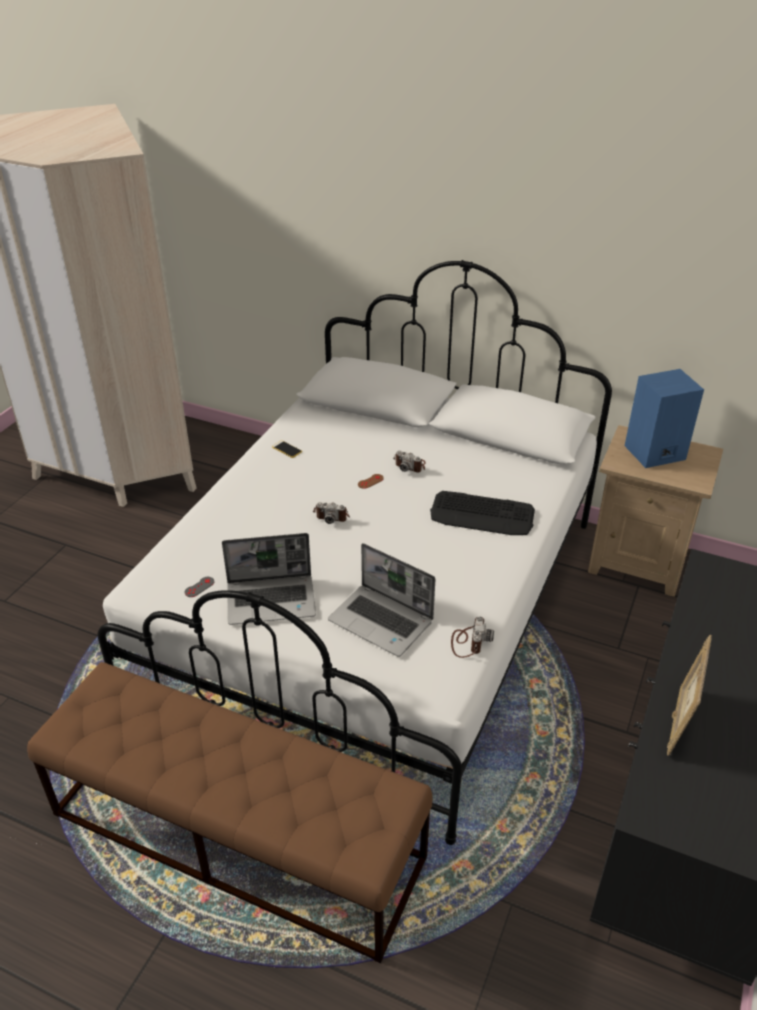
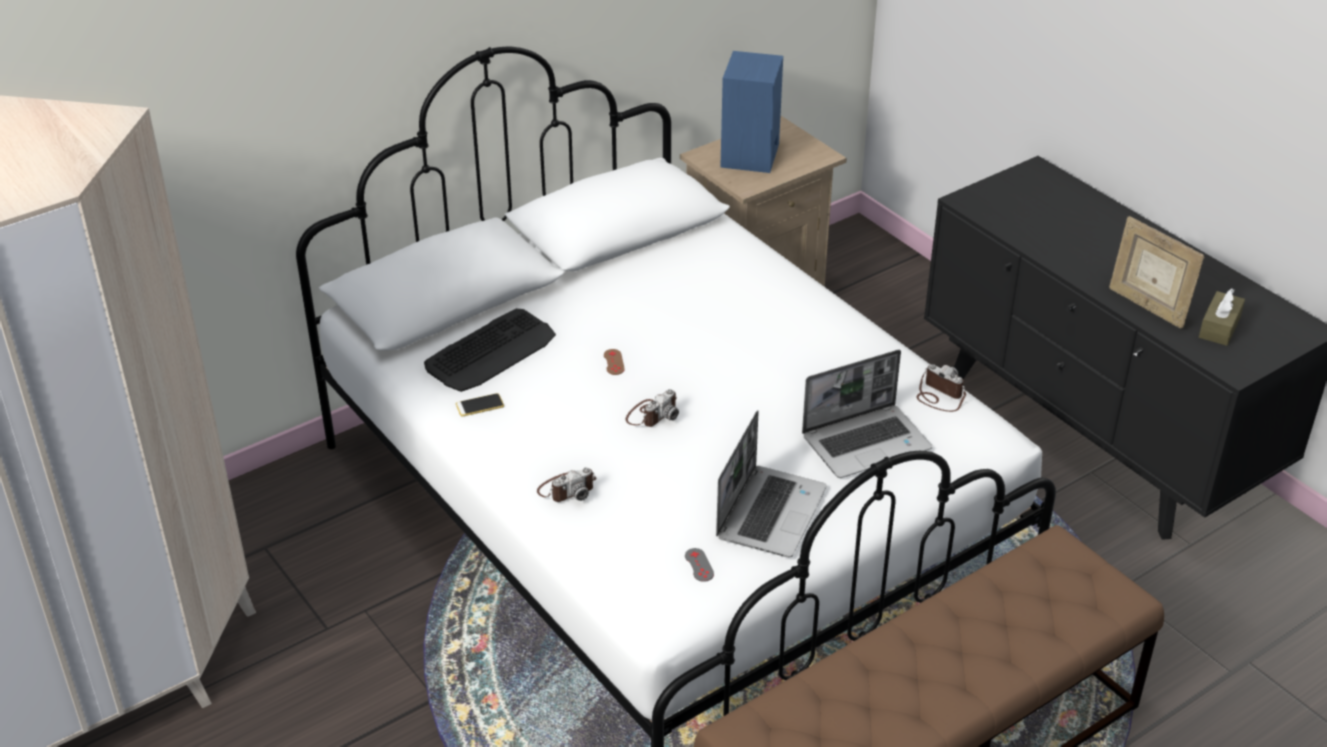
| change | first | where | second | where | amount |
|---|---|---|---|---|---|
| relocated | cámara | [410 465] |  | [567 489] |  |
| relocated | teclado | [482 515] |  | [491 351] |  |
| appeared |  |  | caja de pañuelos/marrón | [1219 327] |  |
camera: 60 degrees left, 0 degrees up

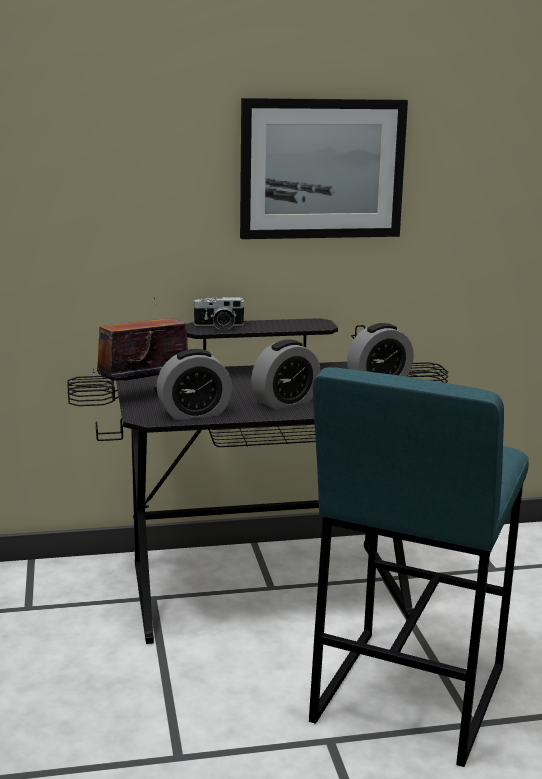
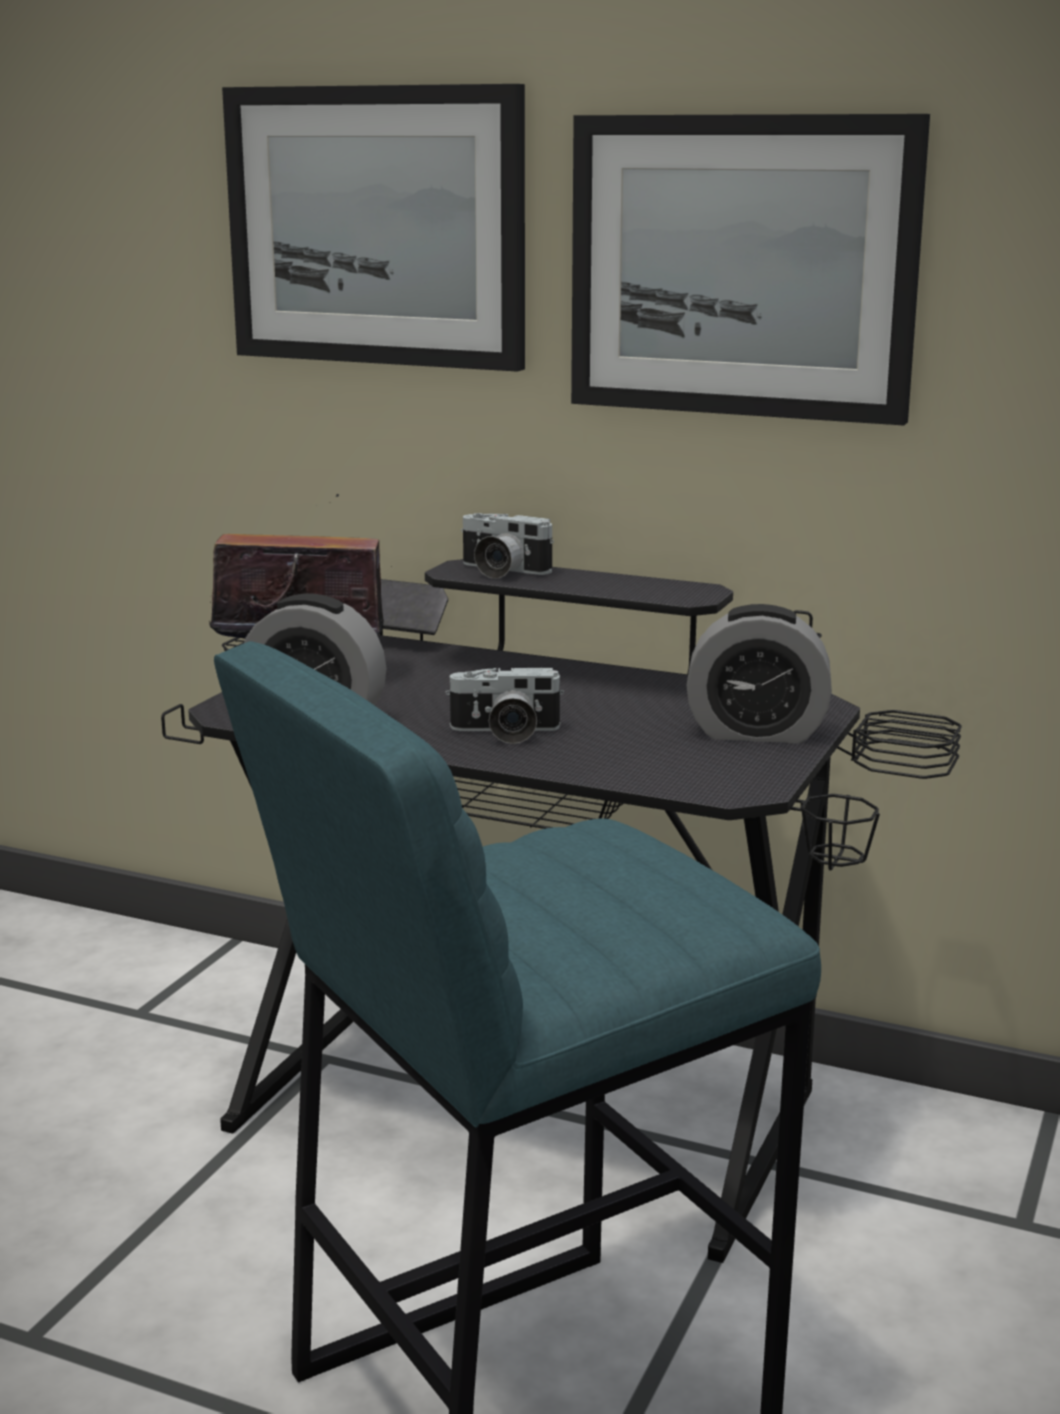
| change | first | where | second | where | amount |
|---|---|---|---|---|---|
| exchanged | despertador | [285 402] | cámara | [504 733] |  |
| appeared |  |  | cuadro | [376 226] |  |
camera: 35 degrees right, 0 degrees up

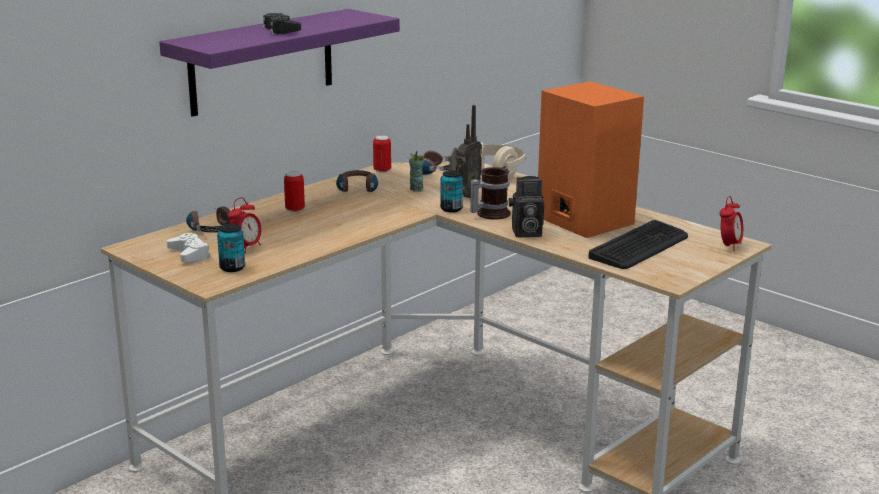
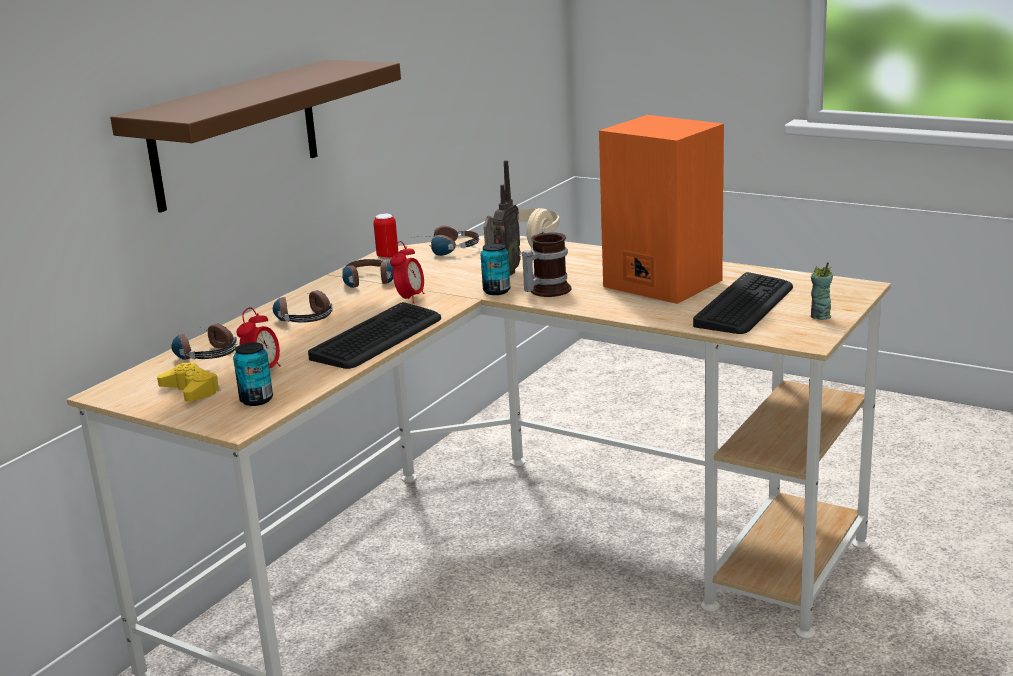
| change | first | where | second | where | amount |
|---|---|---|---|---|---|
| colour | estante/morado | [262 61] | estante/marrón | [235 134] |  |
| colour | mando de consola/blanco | [189 254] | mando de consola/amarillo | [191 390] |  |
| missing | mando de consola/negro | [281 30] |  |  |  |
| exchanged | lata | [295 209] | auriculares | [302 317] |  |
| relocated | taza | [416 189] |  | [820 316] |  |
| missing | cámara | [525 233] |  |  |  |
| relocated | despertador | [729 246] |  | [410 298] |  |
| appeared |  |  | teclado | [378 338] |  |
camera: 10 degrees left, 0 degrees up

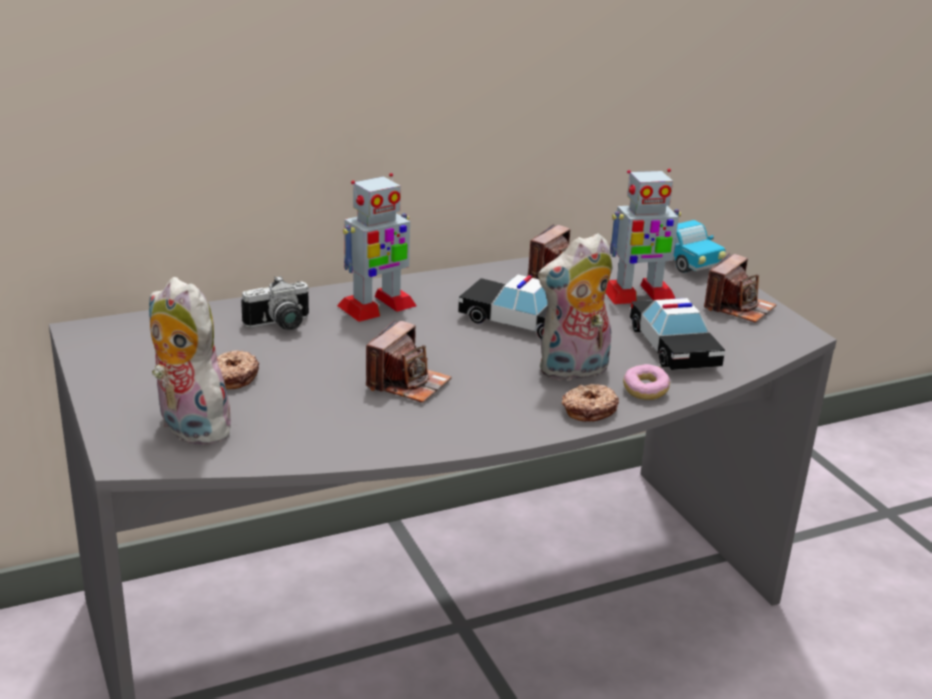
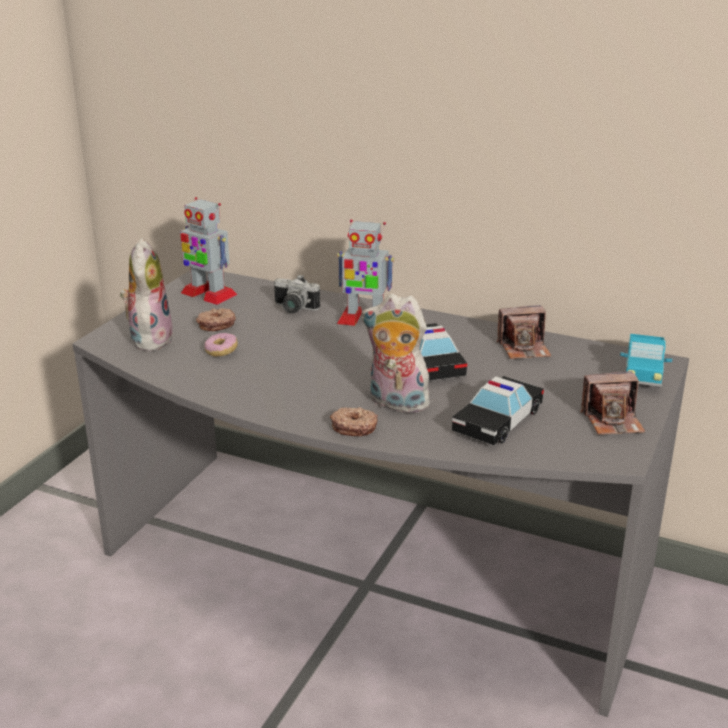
| change | first | where | second | where | amount |
|---|---|---|---|---|---|
| missing | cámara | [407 383] |  |  |  |
| relocated | robot de juguete | [637 294] |  | [208 294] |  |
| relocated | rosquilla | [645 391] |  | [221 351] |  |
camera: 50 degrees right, 0 degrees up

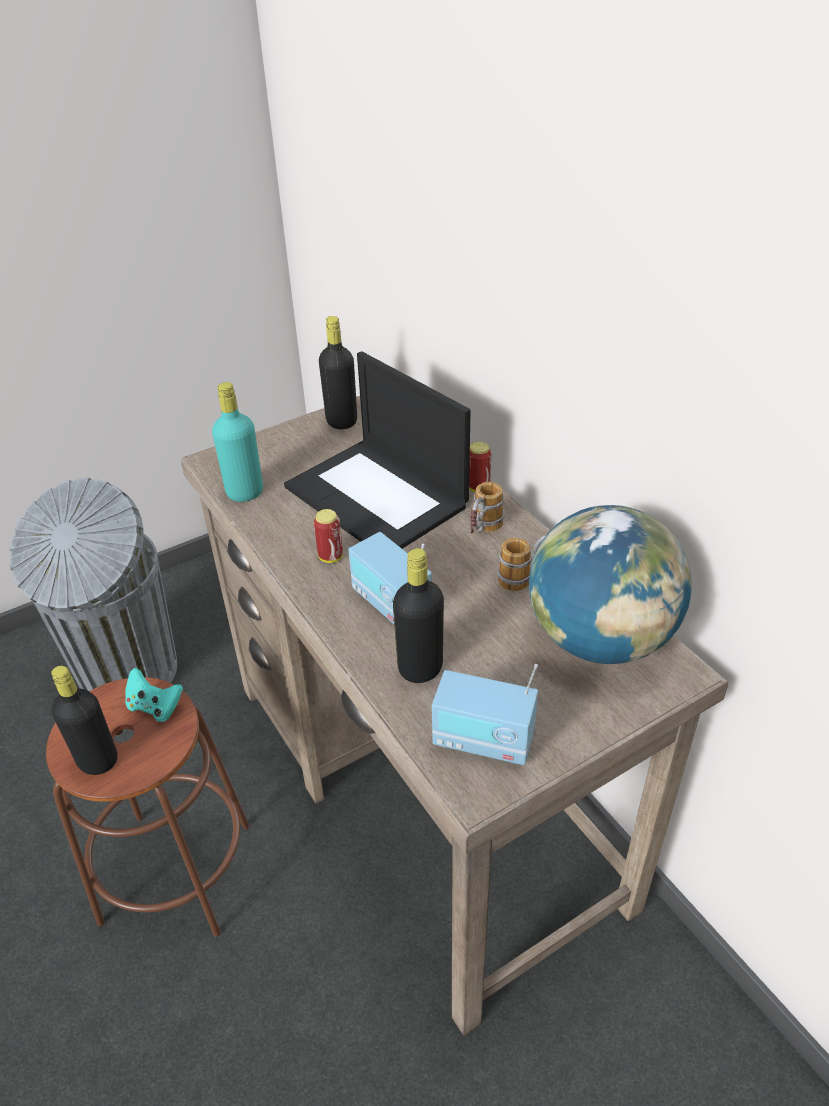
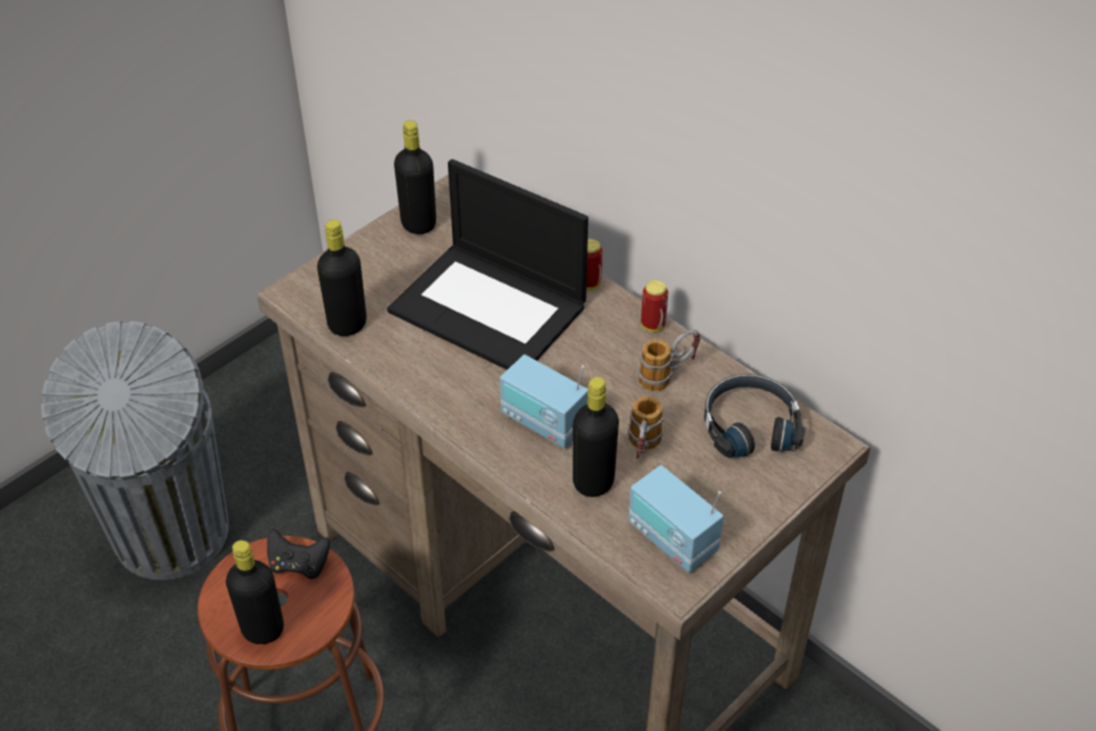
| change | first | where | second | where | amount |
|---|---|---|---|---|---|
| colour | mando de consola/turquesa | [155 707] | mando de consola/negro | [299 565] |  |
| colour | botella/turquesa | [245 492] | botella/negro | [347 324] |  |
| relocated | lata | [330 557] |  | [653 325] |  |
| spun | radio | [483 741] |  | [671 539] | 45 degrees clockwise |
| relocated | taza grande | [482 531] |  | [643 449] |  |
| exchanged | globo terráqueo | [600 638] | auriculares/negro | [749 425] |  |
camera: 15 degrees left, 5 degrees up

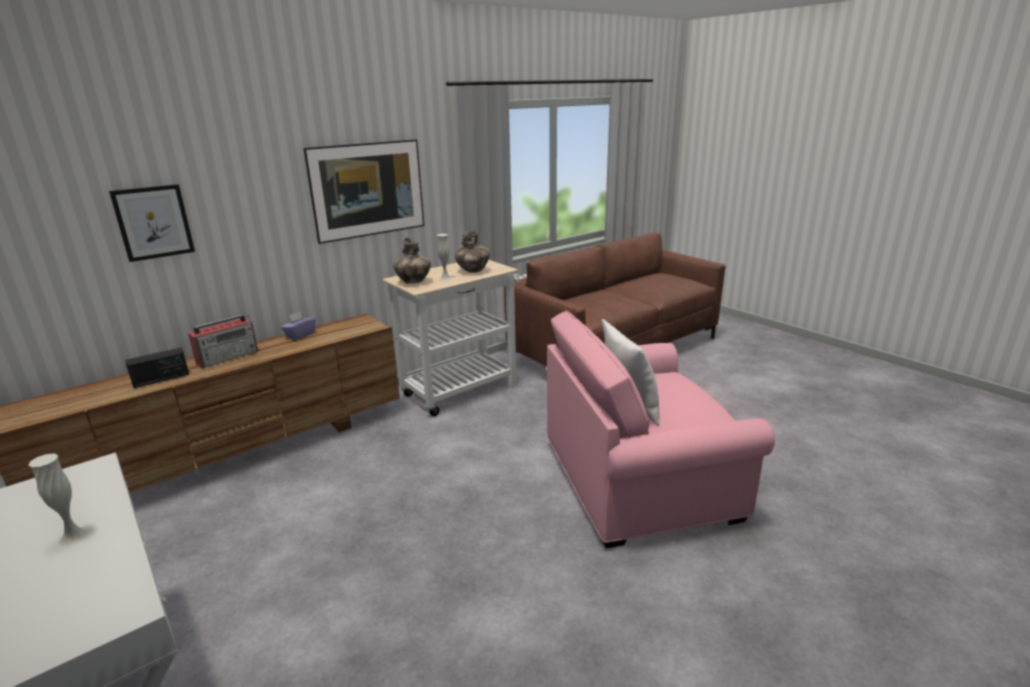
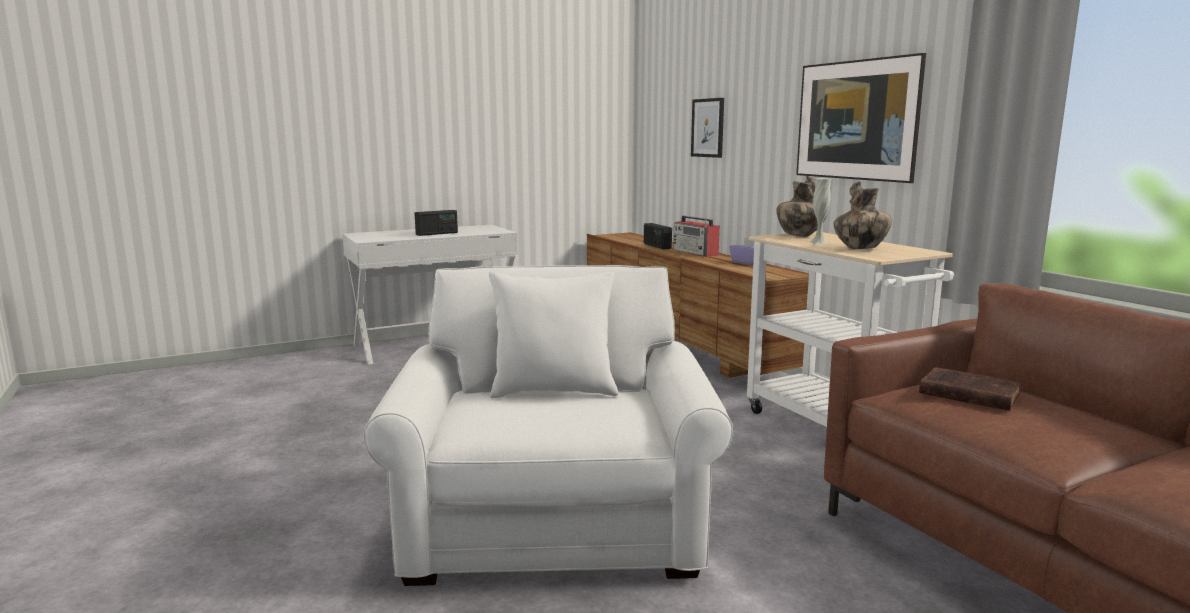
| change | first | where | second | where | amount |
|---|---|---|---|---|---|
| exchanged | florero/blanco | [74 536] | radio | [437 233] |  |
| colour | sillón/rosa | [639 478] | sillón/blanco | [555 523] |  |
| appeared |  |  | libro/marrón | [966 394] |  |
camera: 100 degrees right, 10 degrees down

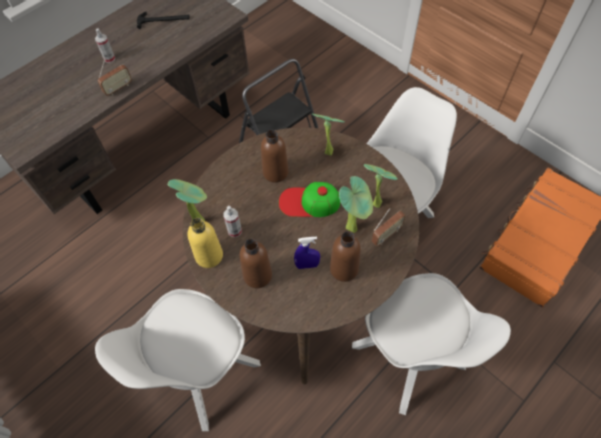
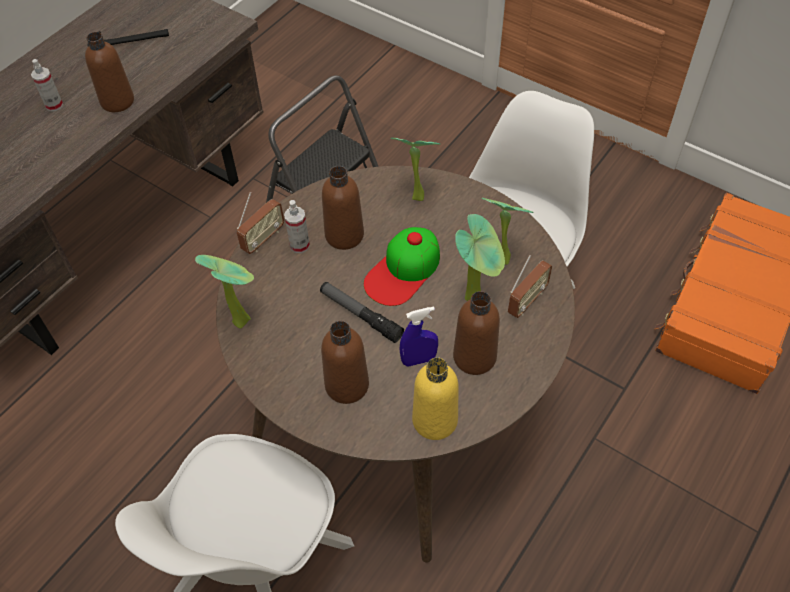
| change | first | where | second | where | amount |
|---|---|---|---|---|---|
| relocated | radio | [118 88] |  | [263 239] |  |
| relocated | botella/amarillo | [209 256] |  | [435 420] |  |
| relocated | pulverizador | [234 231] |  | [299 245] |  |
| spun | gorra | [309 202] |  | [403 270] | 45 degrees counterclockwise |
| missing | silla/blanco | [409 358] |  |  |  |
| appeared |  |  | botella/marrón | [117 101] |  |
| appeared |  |  | linterna | [360 315] |  |
camera: 10 degrees left, 5 degrees down

